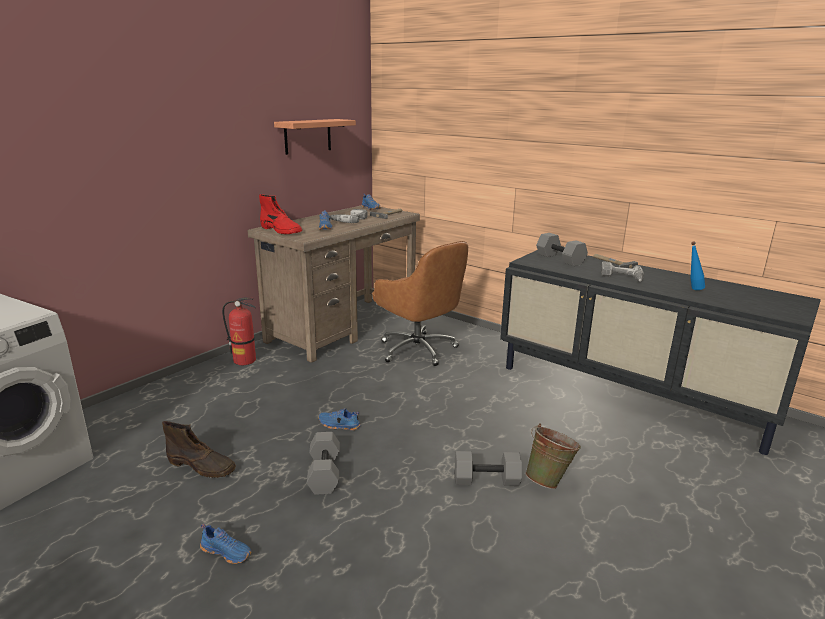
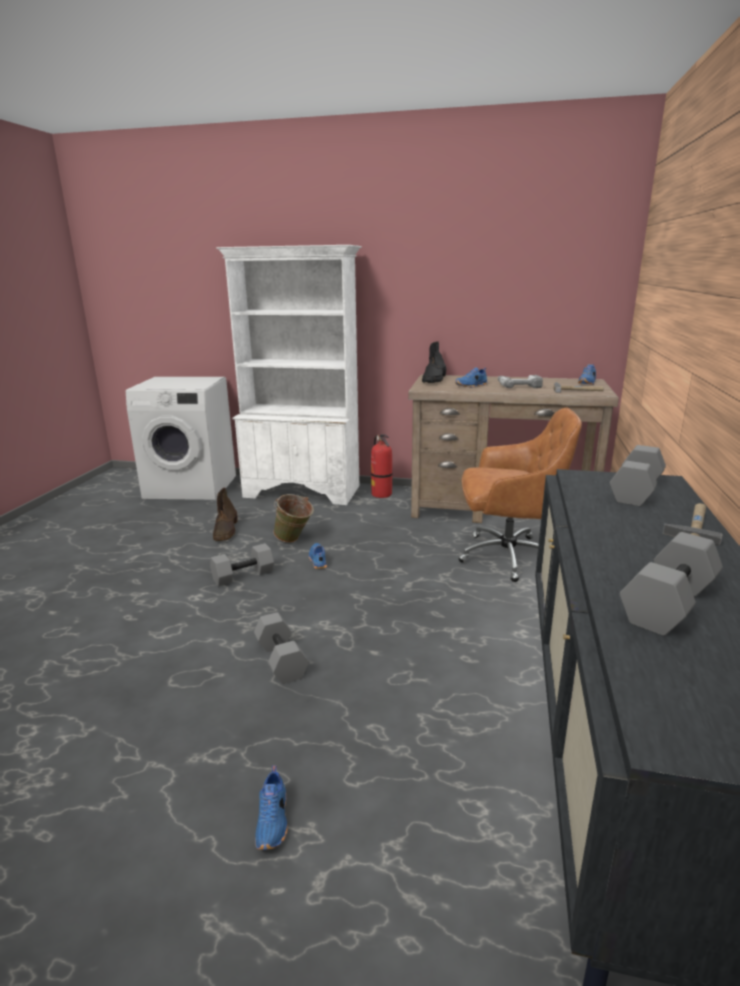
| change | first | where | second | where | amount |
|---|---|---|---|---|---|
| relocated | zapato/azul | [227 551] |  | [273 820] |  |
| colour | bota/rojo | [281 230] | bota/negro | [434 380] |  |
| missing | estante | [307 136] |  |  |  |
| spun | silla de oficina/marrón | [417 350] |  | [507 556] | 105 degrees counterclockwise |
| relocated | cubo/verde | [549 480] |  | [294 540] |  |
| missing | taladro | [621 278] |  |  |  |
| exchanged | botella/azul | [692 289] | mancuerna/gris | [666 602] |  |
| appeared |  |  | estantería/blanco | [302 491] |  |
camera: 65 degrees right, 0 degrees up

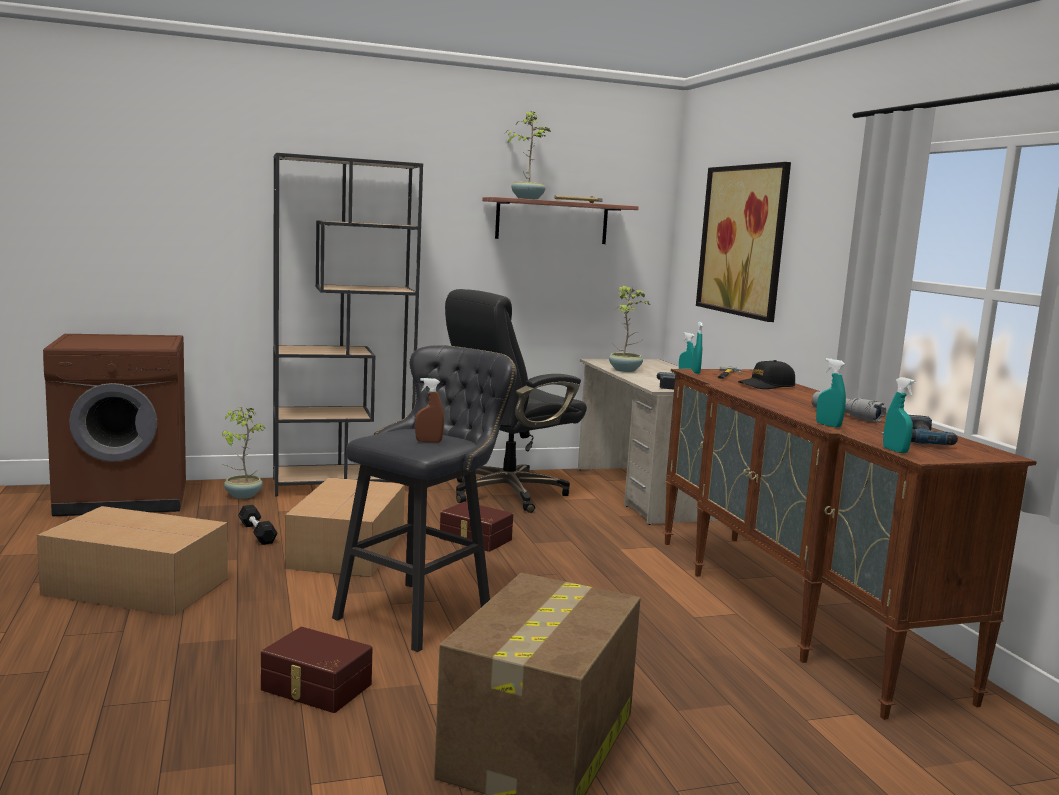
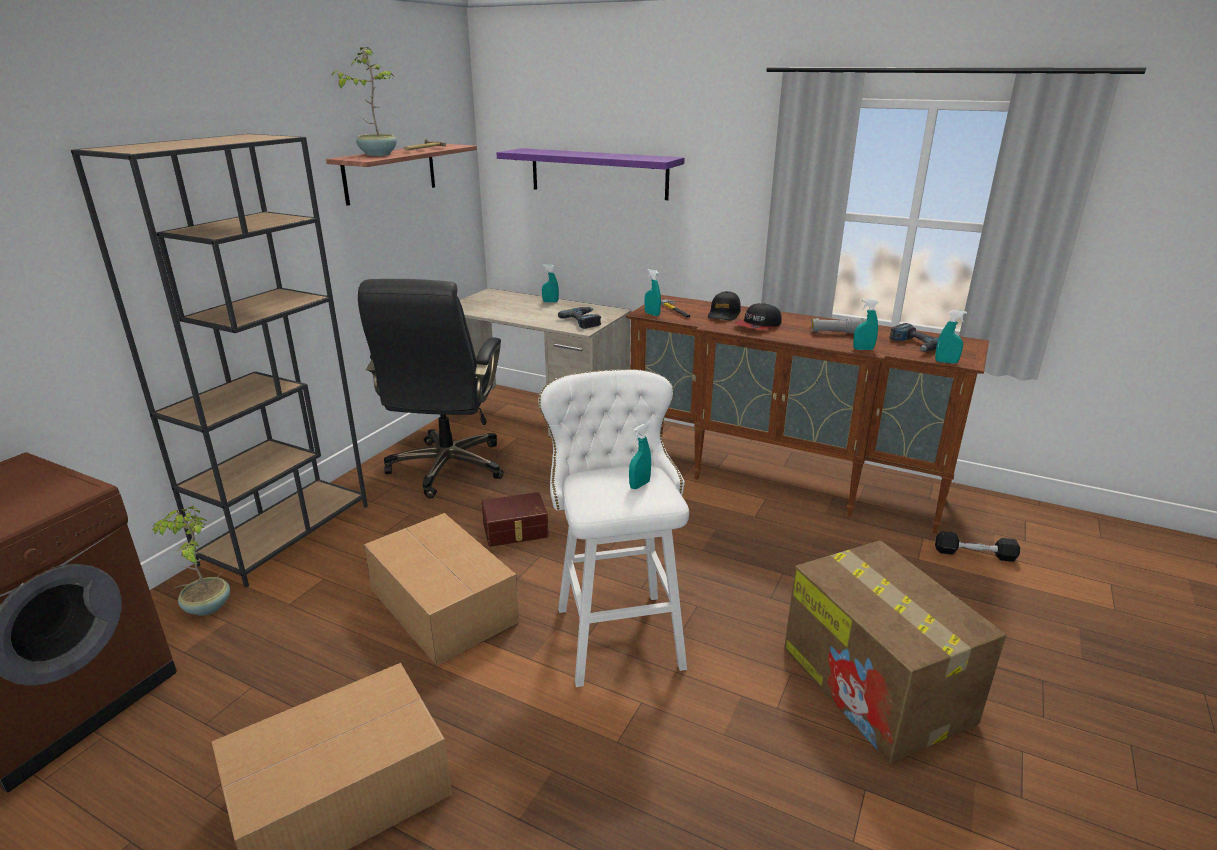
| change | first | where | second | where | amount |
|---|---|---|---|---|---|
| relocated | mancuerna/negro | [257 533] |  | [974 554] |  |
| missing | caja de almacenaje/marrón | [315 688] |  |  |  |
| colour | taburete/negro | [425 609] | taburete/blanco | [615 625] |  |
| colour | pulverizador/marrón | [428 441] | pulverizador/turquesa | [639 485] |  |
| missing | planta en maceta | [625 370] |  |  |  |
| exchanged | cuadro | [743 240] | estante/morado | [598 173] |  |
| appeared |  |  | gorra | [758 325] |  |
camera: 45 degrees left, 15 degrees up

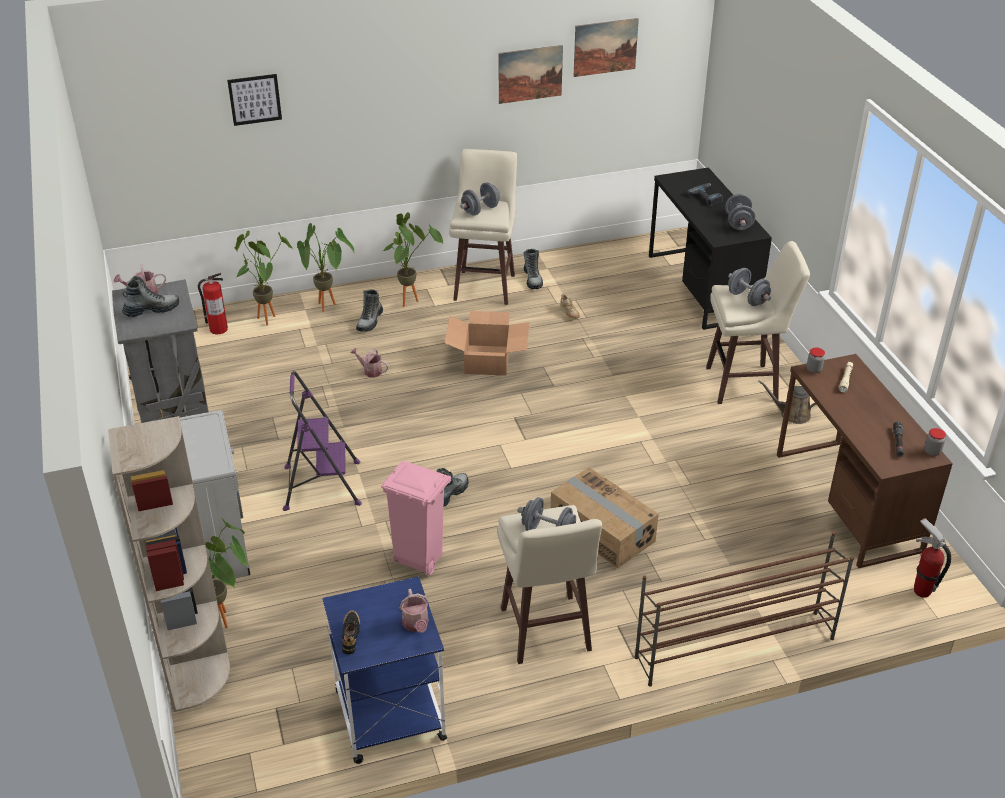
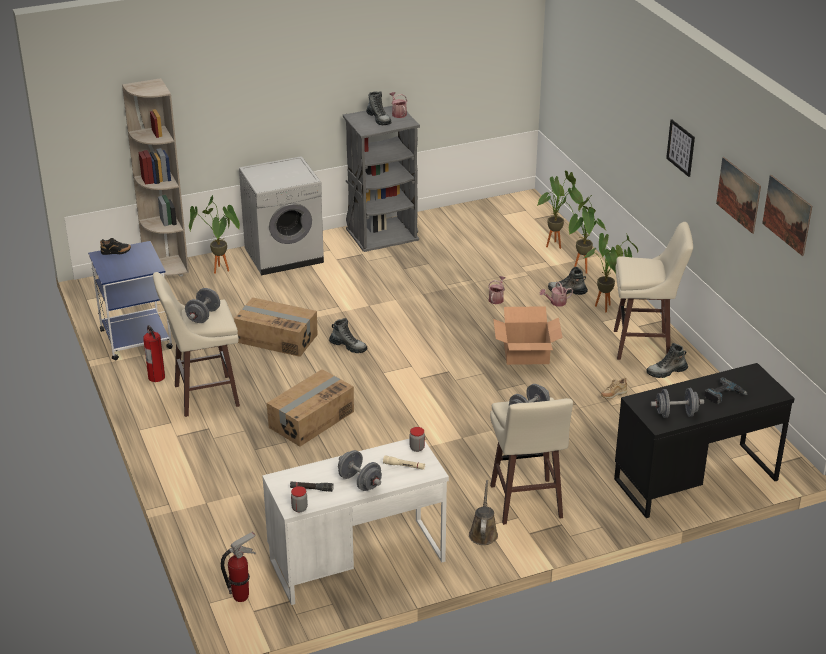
| change | first | where | second | where | amount |
|---|---|---|---|---|---|
| relocated | extintor | [218 329] |  | [156 377] |  |
| relocated | cuadro | [254 99] |  | [681 147] |  |
| missing | escalera de tijera/morado | [319 485] |  |  |  |
| exchanged | papelera/rosa | [418 559] | caja de cartón | [277 338] |  |
| relocated | regadera | [416 625] |  | [556 303] |  |
| relocated | mancuerna/gris | [480 210] |  | [360 482] |  |
| missing | zapatero/marrón | [733 647] |  |  |  |
| colour | escritorio/marrón | [847 502] | escritorio/blanco | [357 560] |  |
camera: 85 degrees right, 5 degrees down

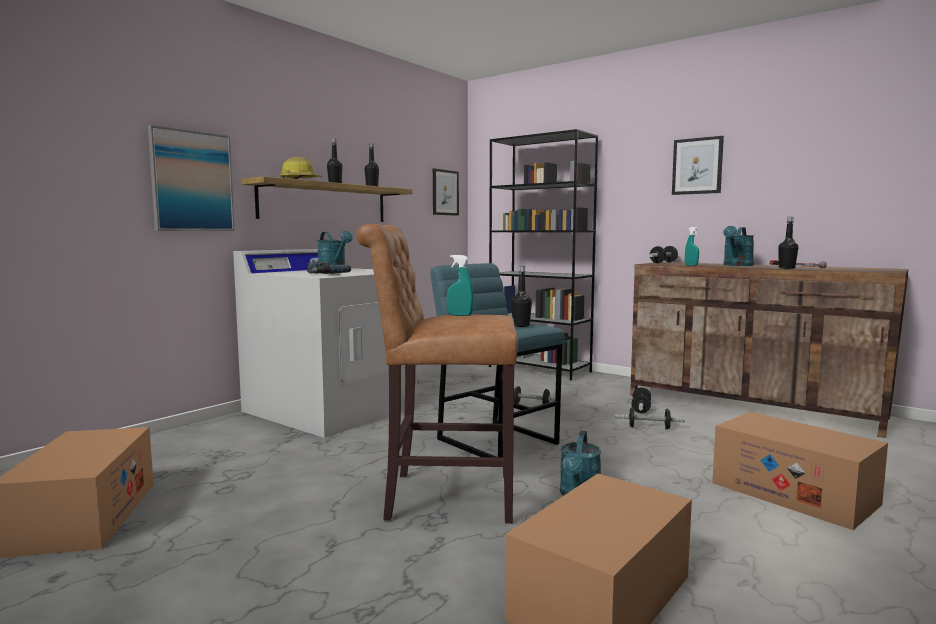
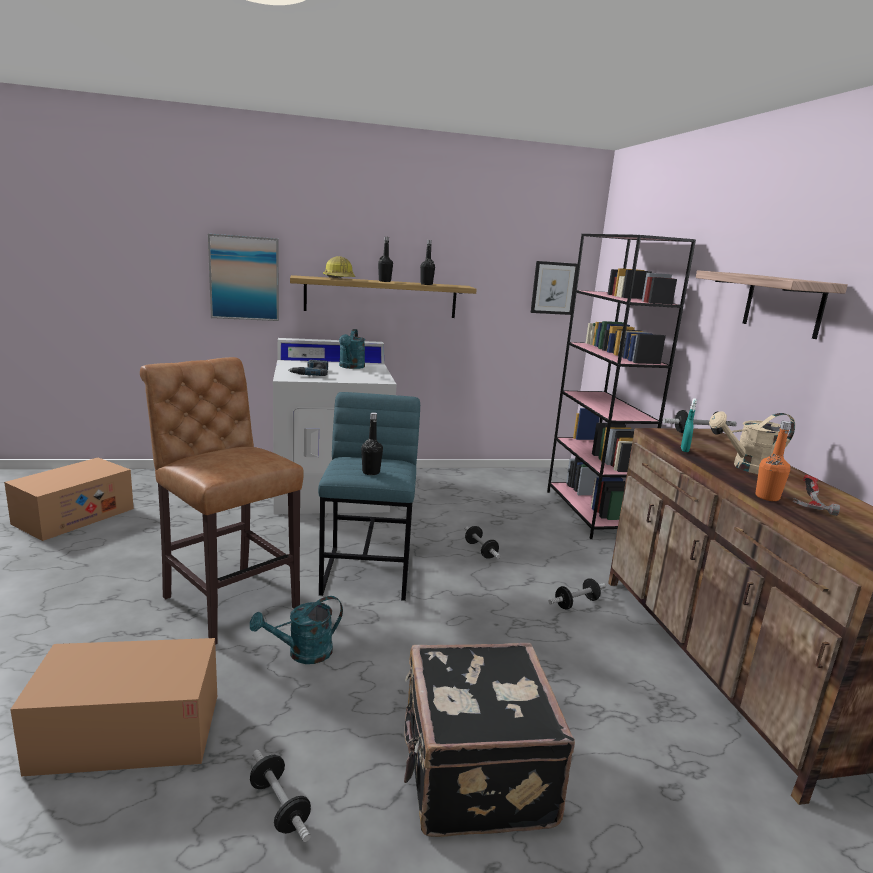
| change | first | where | second | where | amount |
|---|---|---|---|---|---|
| missing | pulverizador/turquesa | [460 315] |  |  |  |
| colour | estantería/gris | [540 369] | estantería/rosa | [591 513] |  |
| relocated | mancuerna | [649 428] |  | [279 806] |  |
| exchanged | cuadro | [697 166] | estante | [783 304] |  |
| exchanged | caja de cartón | [793 493] | maleta/negro | [473 773] |  |
| colour | regadera/turquesa | [736 265] | regadera/beis | [748 468] |  |
| colour | botella/negro | [786 268] | botella/naranja | [767 497] |  |
camera: 40 degrees right, 10 degrees up

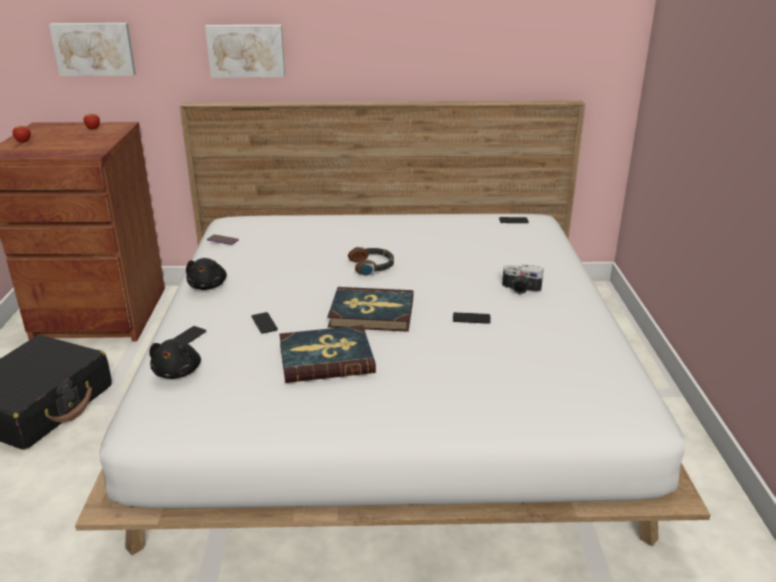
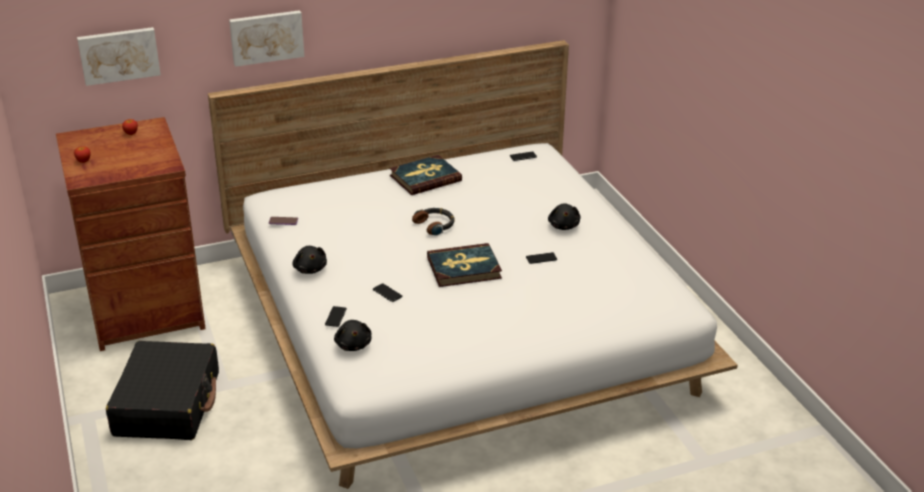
| change | first | where | second | where | amount |
|---|---|---|---|---|---|
| relocated | libro | [326 358] |  | [425 178] |  |
| exchanged | cámara | [520 289] | peluche/negro | [563 226] |  |
camera: 20 degrees left, 5 degrees up

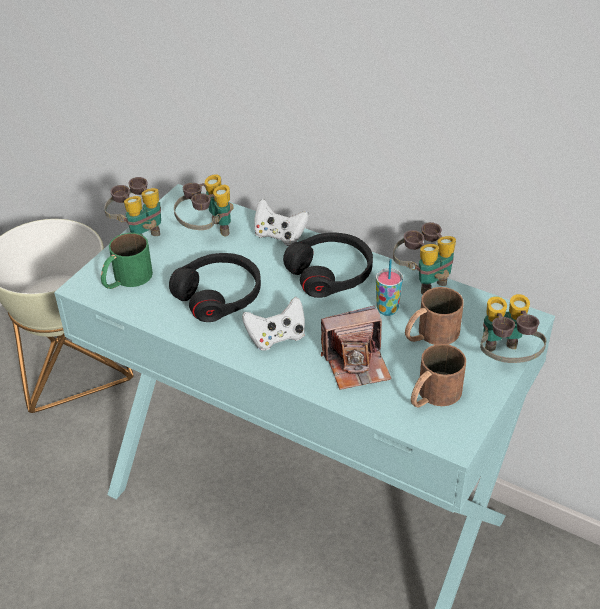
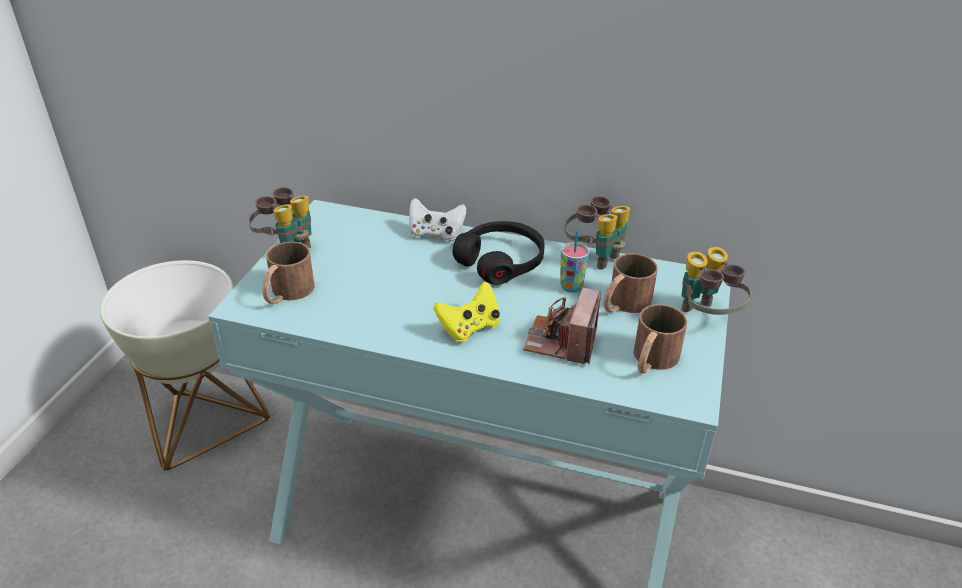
| change | first | where | second | where | amount |
|---|---|---|---|---|---|
| colour | taza grande/verde | [126 279] | taza grande/marrón | [286 293] |  |
| missing | auriculares/negro | [219 295] |  |  |  |
| missing | prismáticos | [207 233] |  |  |  |
| colour | mando de consola/blanco | [276 337] | mando de consola/amarillo | [469 328] |  |
| spun | cámara | [356 364] |  | [562 341] | 135 degrees clockwise |
camera: 15 degrees left, 5 degrees down

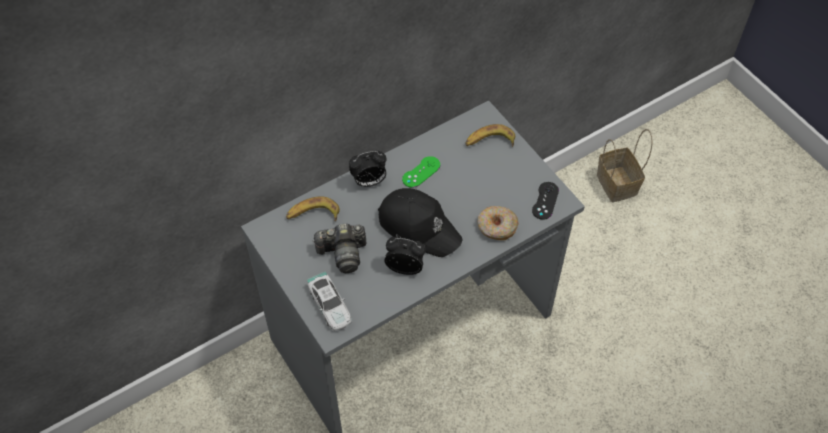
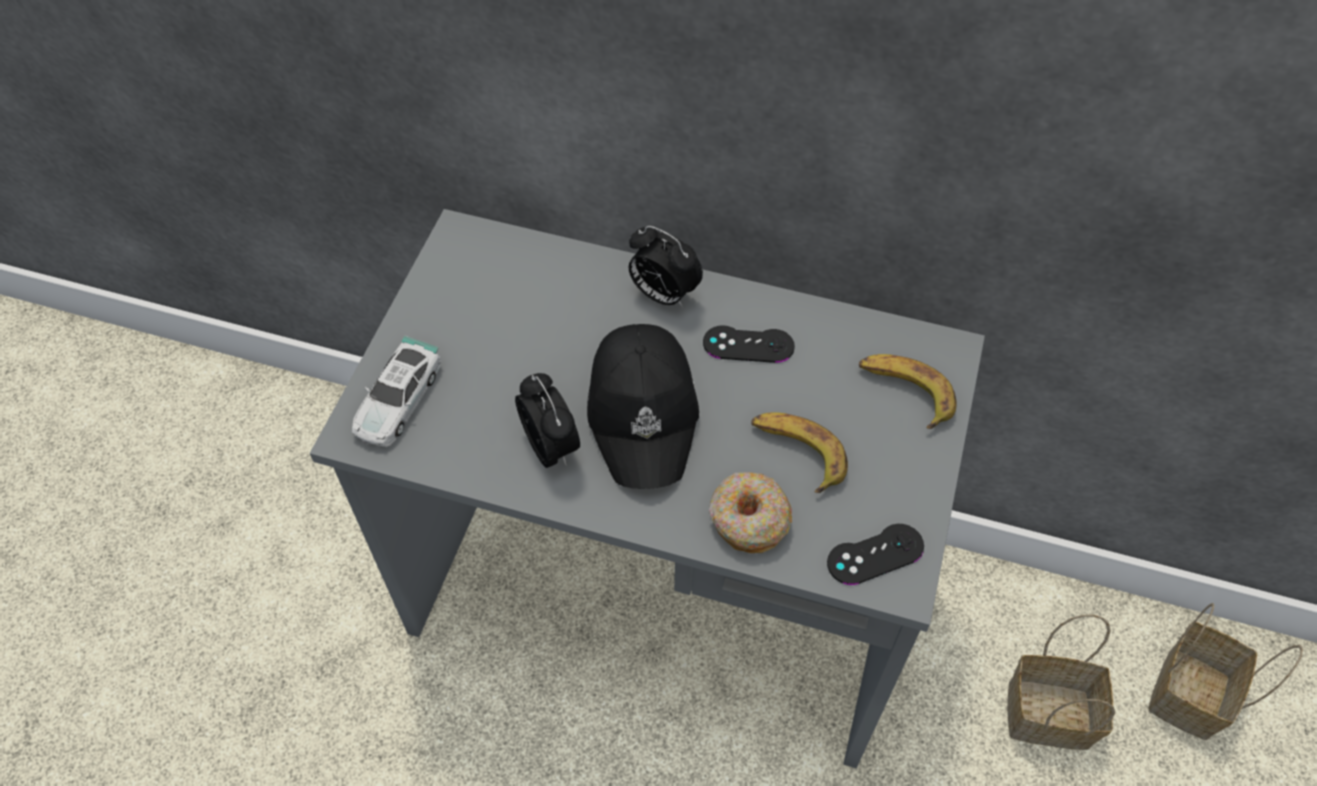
| change | first | where | second | where | amount |
|---|---|---|---|---|---|
| relocated | plátano | [313 214] |  | [797 453] |  |
| missing | cámara | [343 253] |  |  |  |
| colour | mando de consola/verde | [421 172] | mando de consola/negro | [748 344] |  |
| appeared |  |  | cesta | [1045 716] |  |
camera: 50 degrees right, 0 degrees up

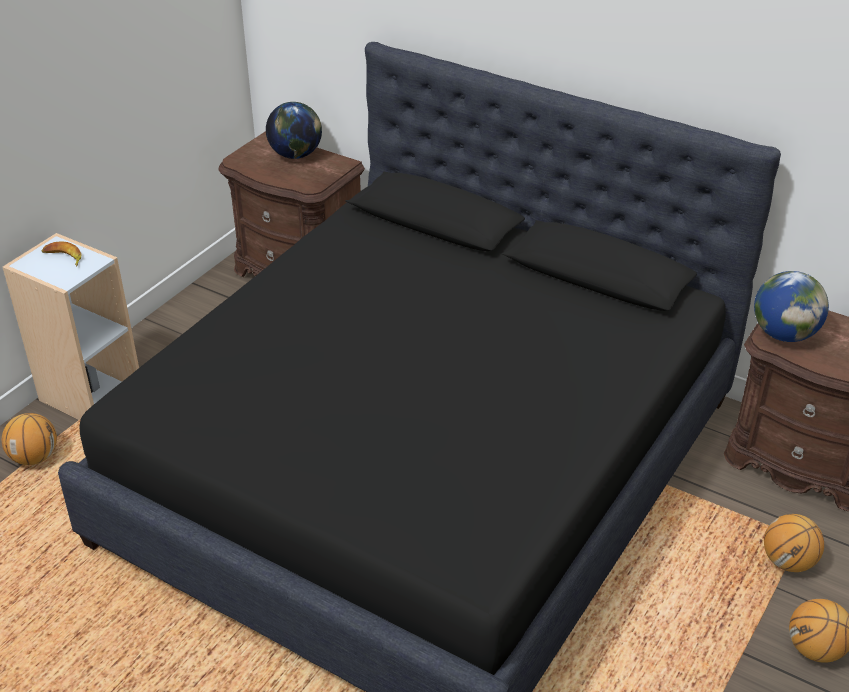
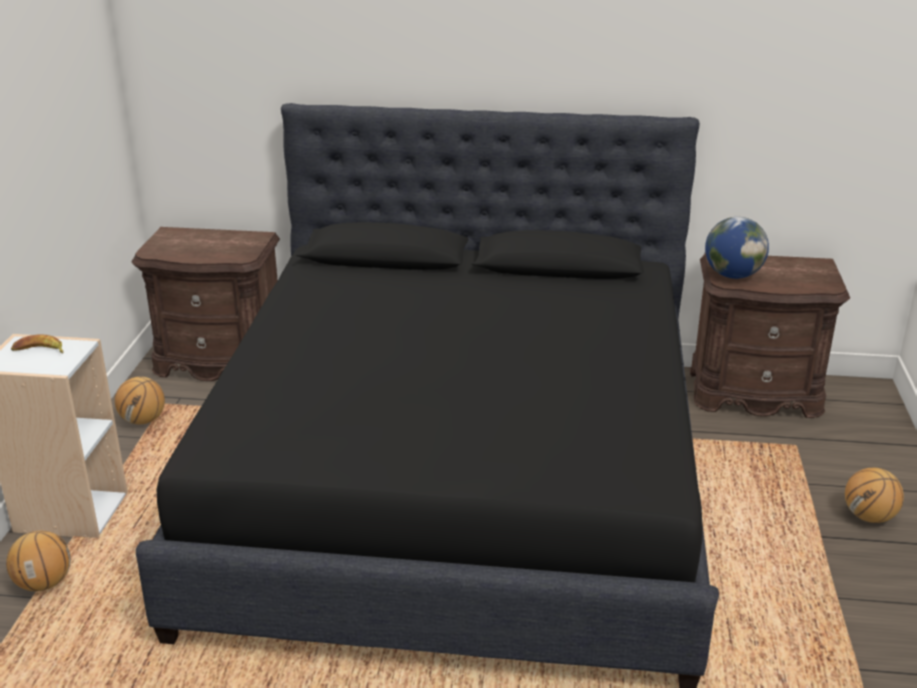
| change | first | where | second | where | amount |
|---|---|---|---|---|---|
| missing | globo terráqueo | [296 155] |  |  |  |
| relocated | balón de baloncesto | [788 562] |  | [143 420] |  |
camera: 25 degrees left, 10 degrees down

